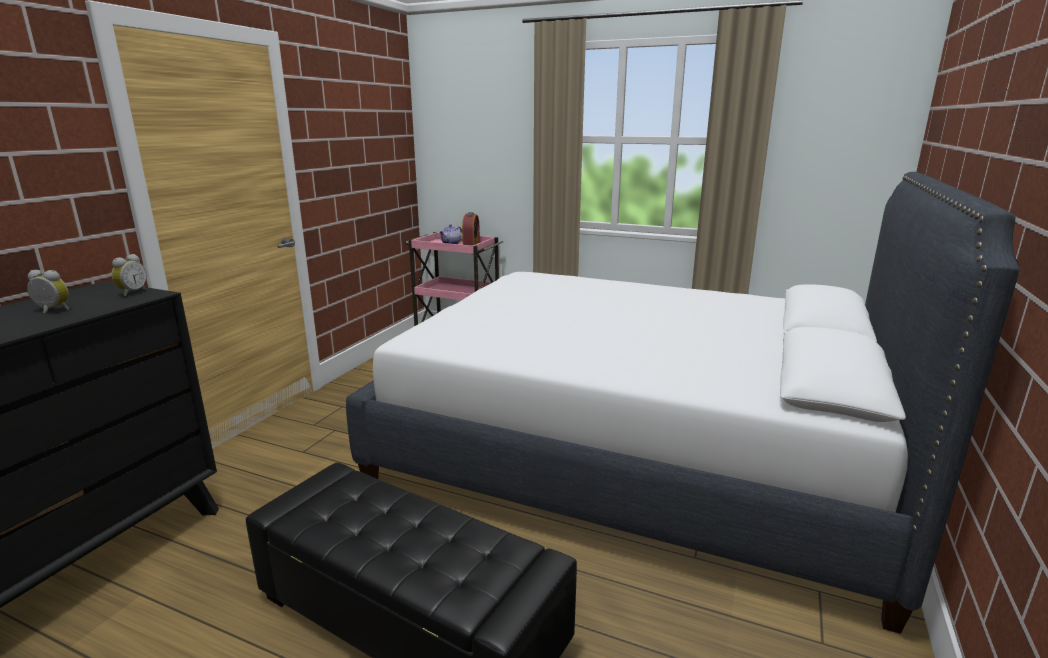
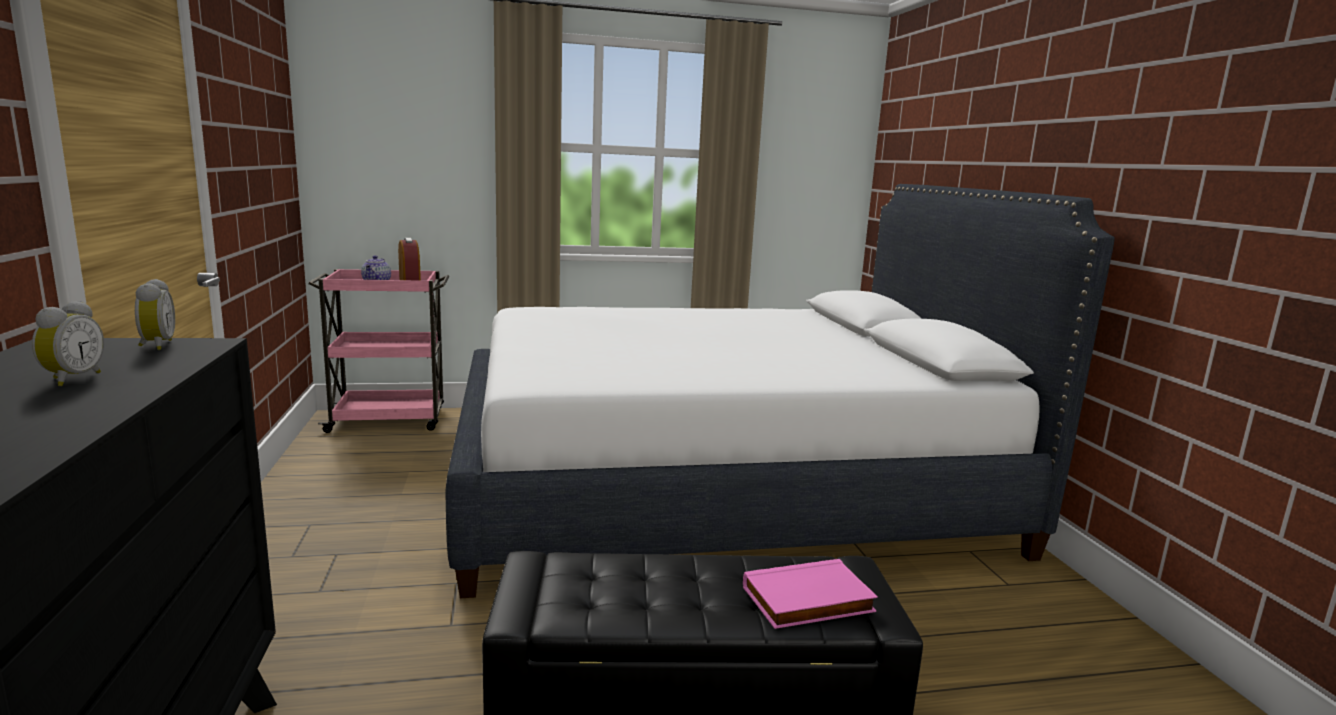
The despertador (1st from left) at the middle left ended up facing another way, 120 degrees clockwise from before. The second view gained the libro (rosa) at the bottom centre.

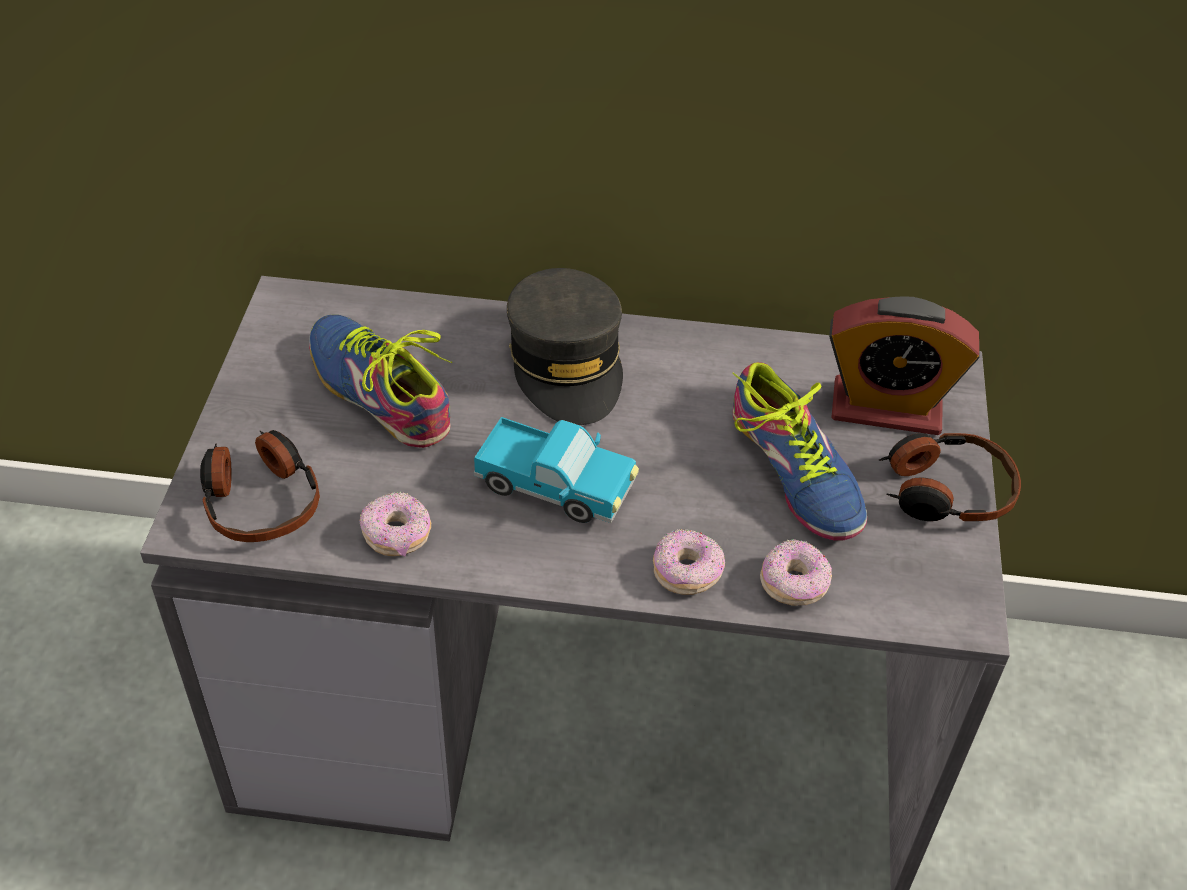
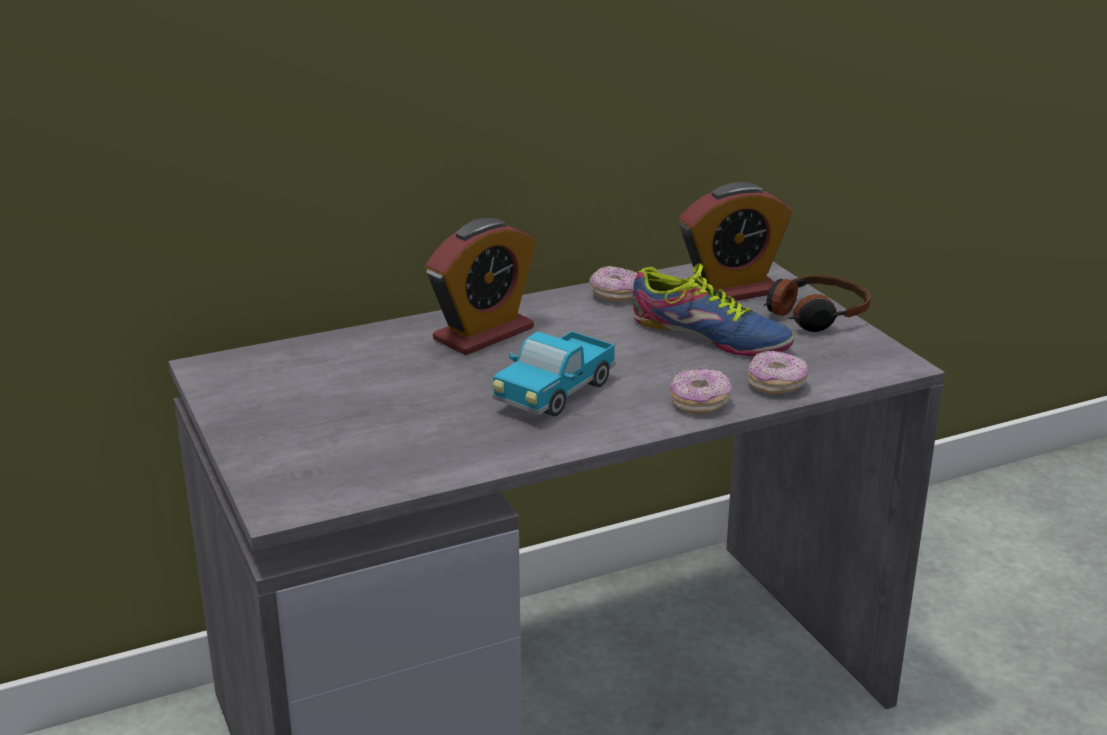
The second view lost the auriculares (1st from left) at the middle left. The second view lost the zapato (1st from left) at the middle left. The rosquilla (1st from left) ended up elsewhere, having gone from the middle left to the centre. The camión de juguete at the centre ended up facing another way, 135 degrees clockwise from before. Where the gorra (gris) stood at the centre, the despertador (1st from left) came to stand at the centre.

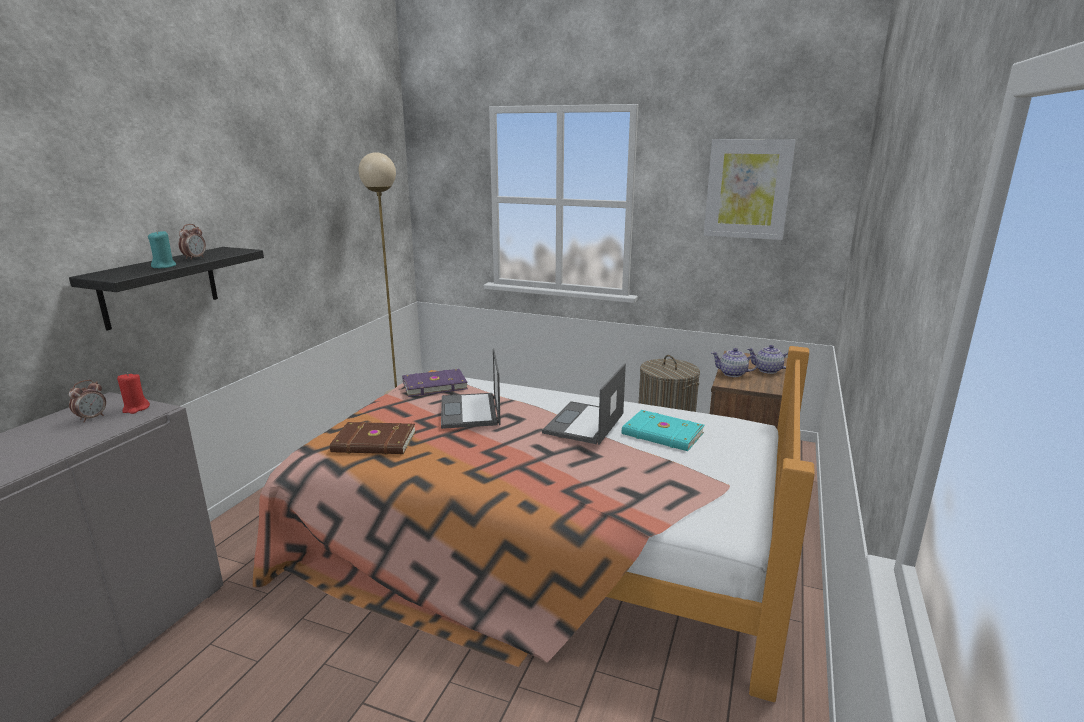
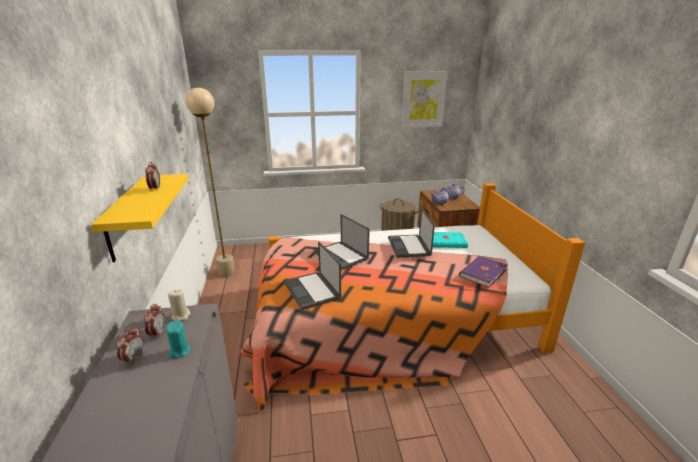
What was the estante (negro) at the middle left turned into the estante (amarillo) at the middle left. What was the vela (rojo) at the middle left turned into the vela (beis) at the middle left. The vela (turquesa) ended up elsewhere, having gone from the middle left to the bottom left. Where the libro (marrón) stood at the centre, the portátil (1st from left) came to stand at the centre. The libro (morado) ended up elsewhere, having gone from the centre to the middle right. The second view gained the despertador (1st from left) at the bottom left.

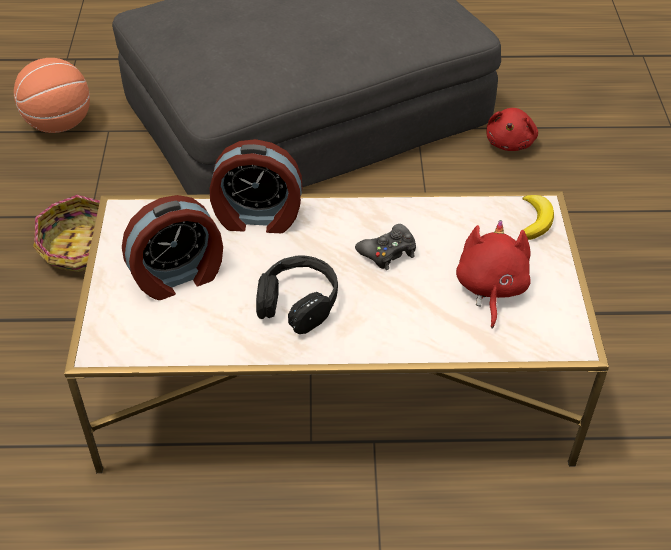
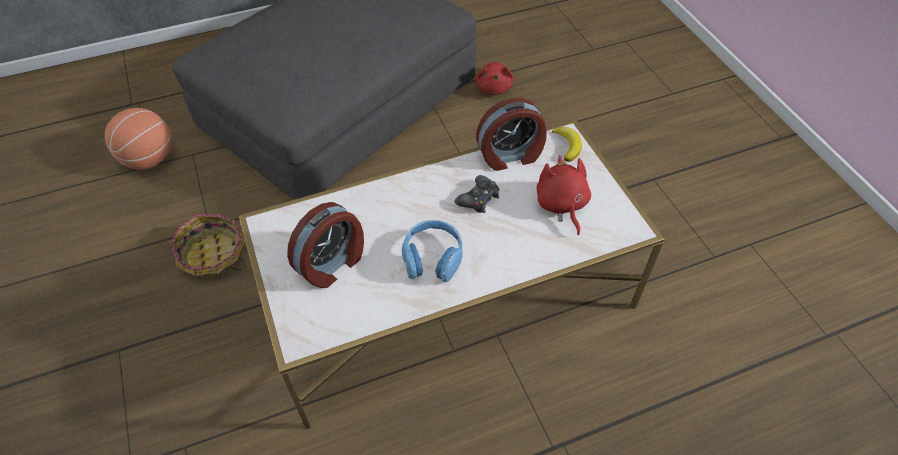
The despertador (2nd from left) ended up elsewhere, having gone from the centre to the top centre. What was the auriculares (negro) at the centre turned into the auriculares (azul) at the centre.

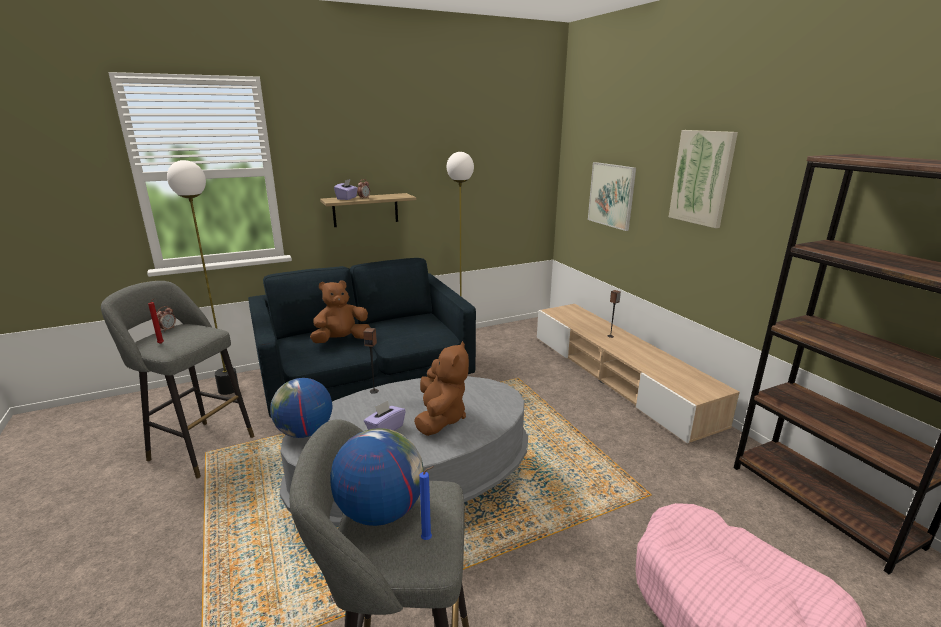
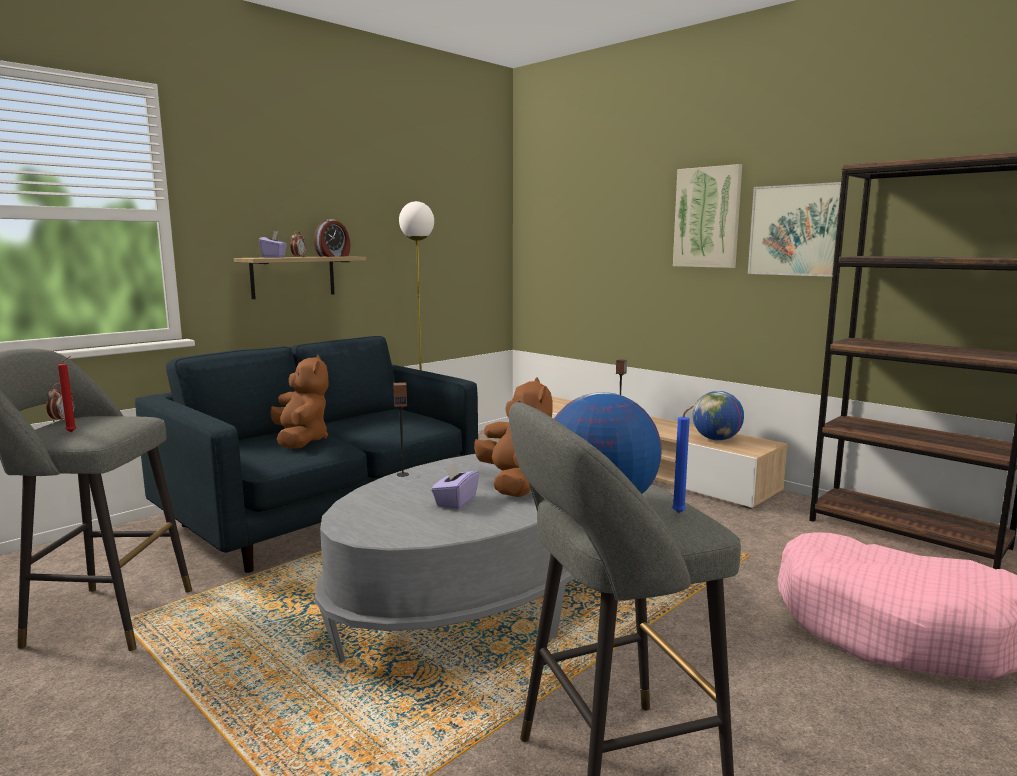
The second view lost the lámpara de pie (1st from left) at the middle left. The globo terráqueo (1st from left in the first image) ended up elsewhere, having gone from the middle left to the middle right. The peluche (marrón) (1st from left) at the centre ended up facing another way, 120 degrees clockwise from before. The cuadro (1st from left in the first image) ended up elsewhere, having gone from the top centre to the top right. The second view gained the despertador (3rd from left) at the top left.

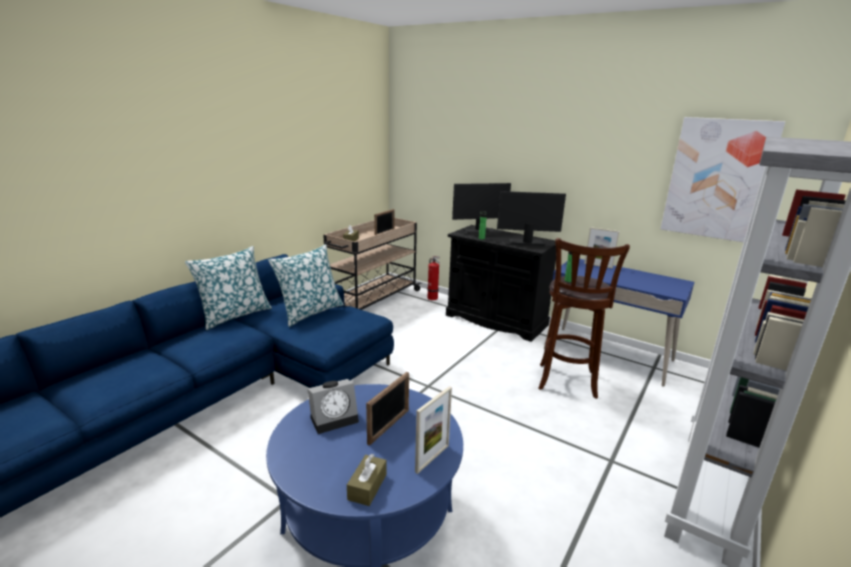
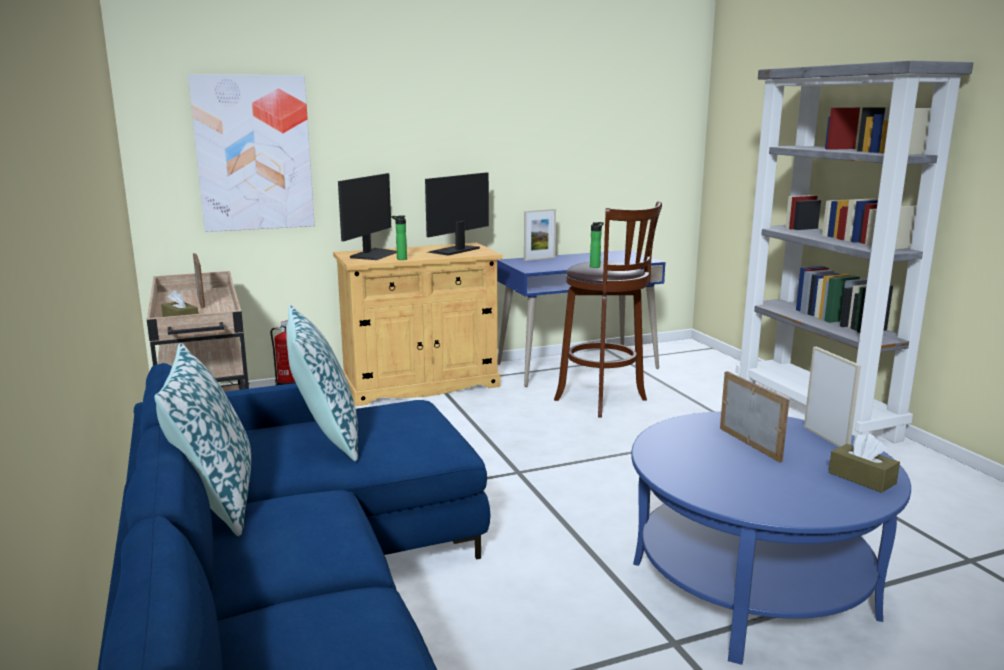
The second view lost the despertador at the bottom centre. What was the armario (negro) at the centre turned into the armario (beis) at the centre. The cuadro ended up elsewhere, having gone from the top right to the top left.

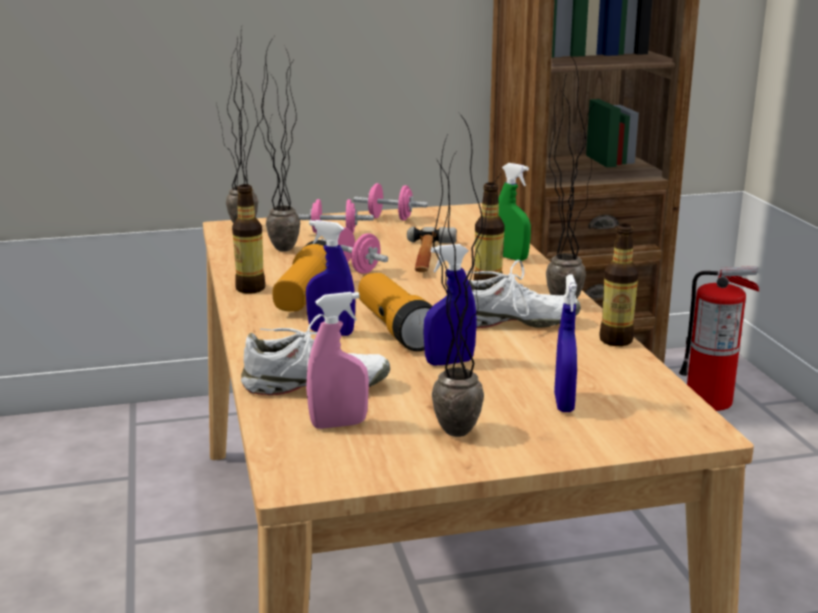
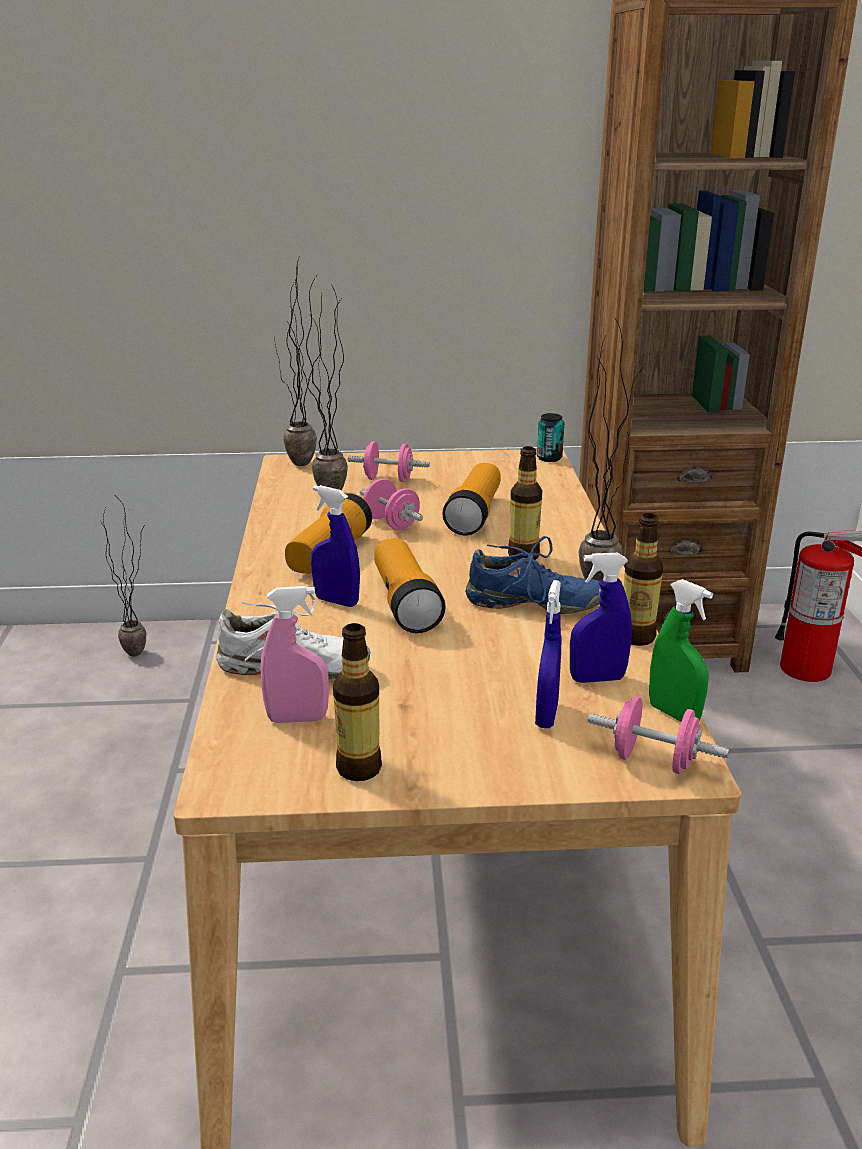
The botella (1st from left) ended up elsewhere, having gone from the middle left to the centre. The mancuerna (rosa) (3rd from left) ended up elsewhere, having gone from the top centre to the middle right. Where the martillo stood at the centre, the linterna (3rd from left) came to stand at the centre. The pulverizador (azul) (2nd from left in the first image) ended up elsewhere, having gone from the centre to the middle right. The planta en maceta (3rd from left in the first image) ended up elsewhere, having gone from the centre to the middle left. What was the zapato (blanco) (2nd from left) at the centre turned into the zapato (azul) at the centre. The pulverizador (verde) ended up elsewhere, having gone from the centre to the middle right. The second view gained the lata at the centre.

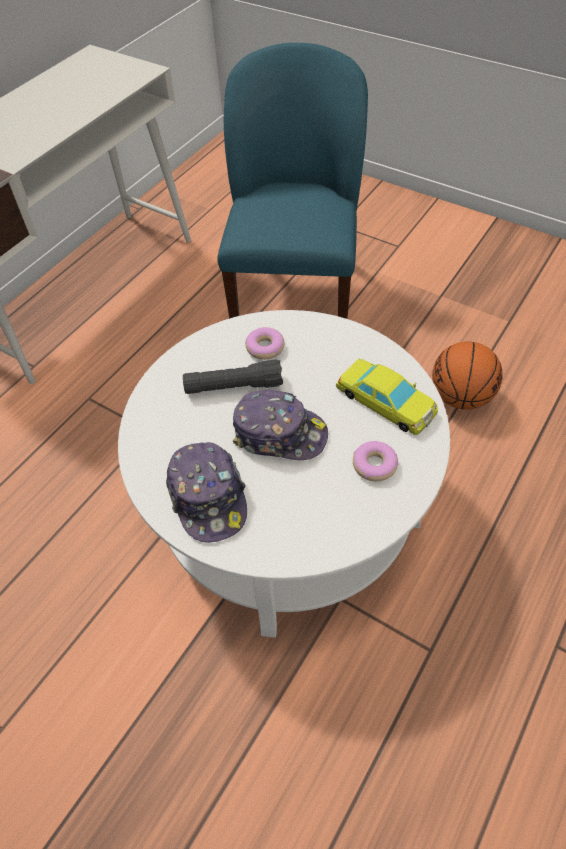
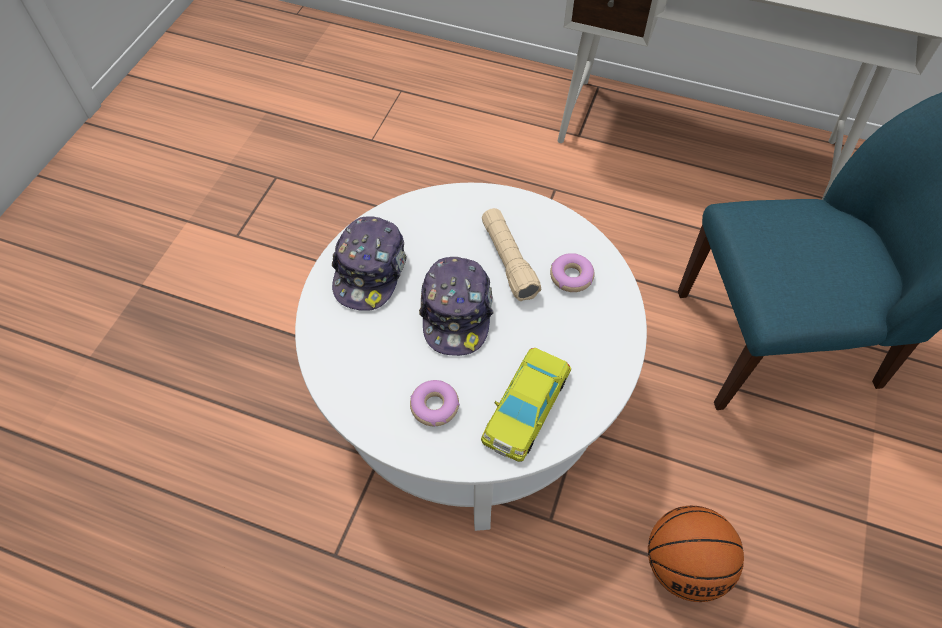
The gorra (1st from left) at the centre ended up facing another way, 45 degrees counterclockwise from before. What was the linterna (negro) at the centre turned into the linterna (beis) at the centre.

